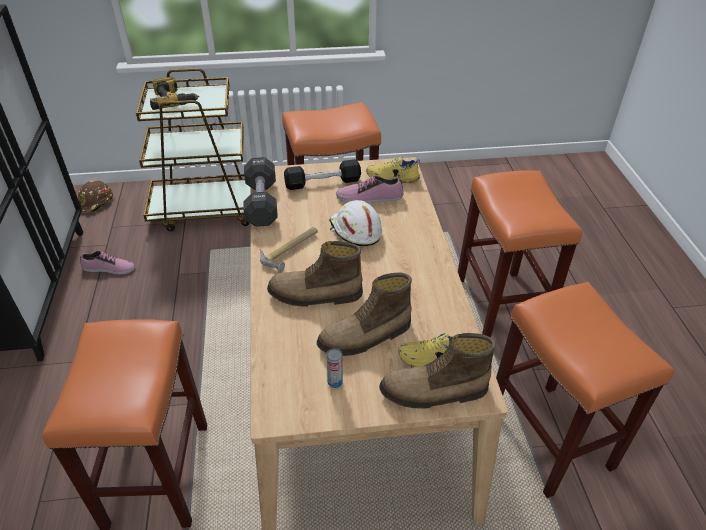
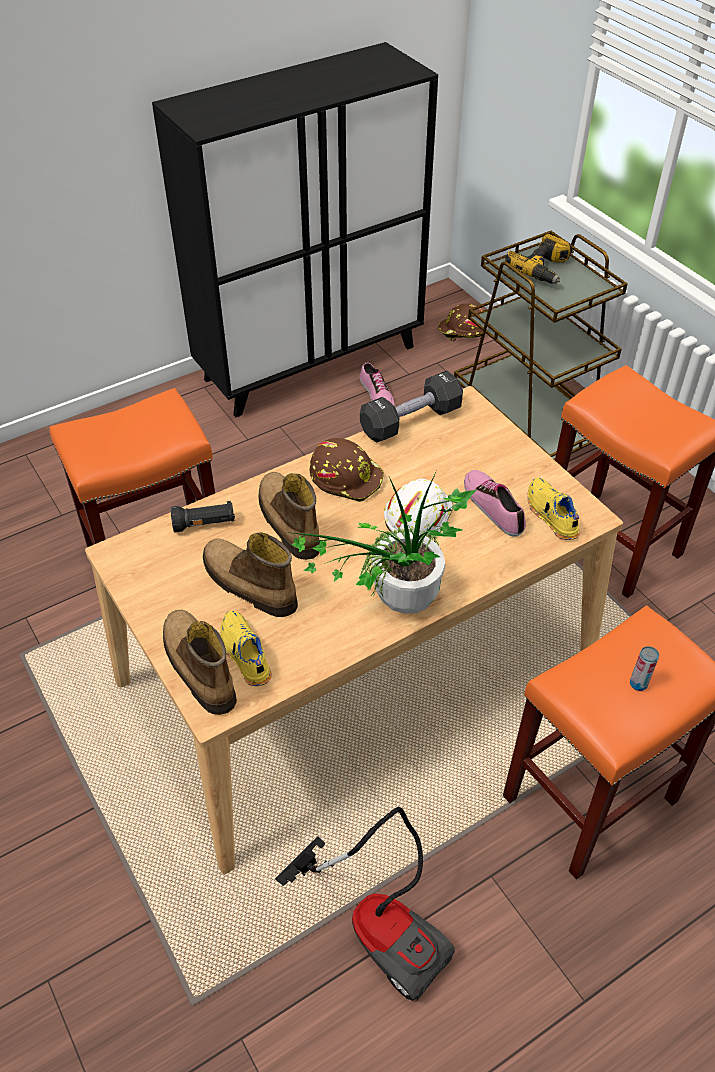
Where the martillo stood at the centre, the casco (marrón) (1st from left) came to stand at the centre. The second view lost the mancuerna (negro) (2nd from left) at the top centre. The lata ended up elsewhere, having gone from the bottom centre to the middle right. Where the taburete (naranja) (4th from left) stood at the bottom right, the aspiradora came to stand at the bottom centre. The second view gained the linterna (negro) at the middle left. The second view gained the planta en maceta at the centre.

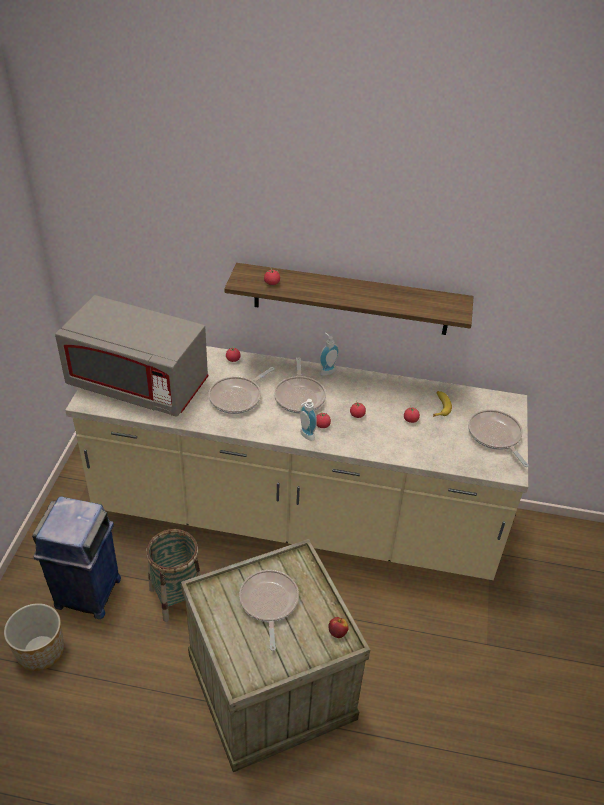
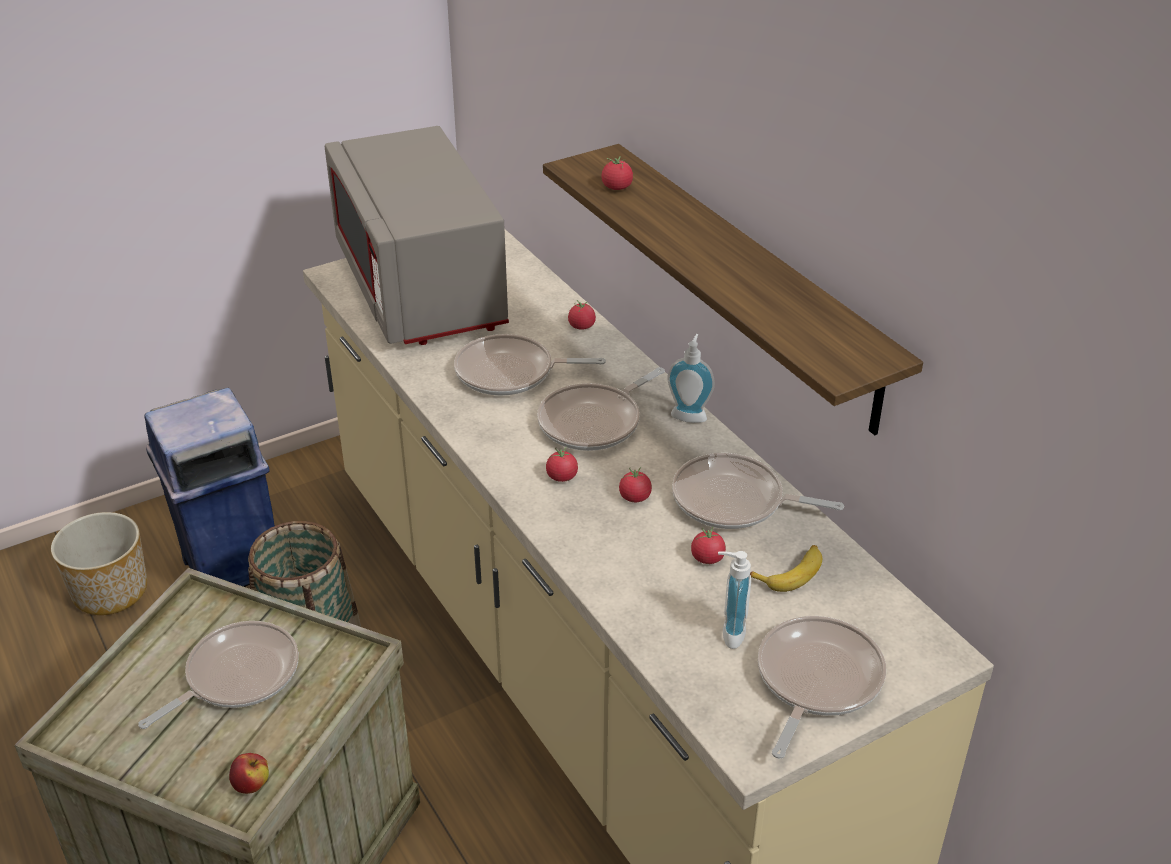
The dispensador de jabón (1st from left in the first image) ended up elsewhere, having gone from the centre to the bottom centre. The second view gained the sartén (4th from left) at the centre.

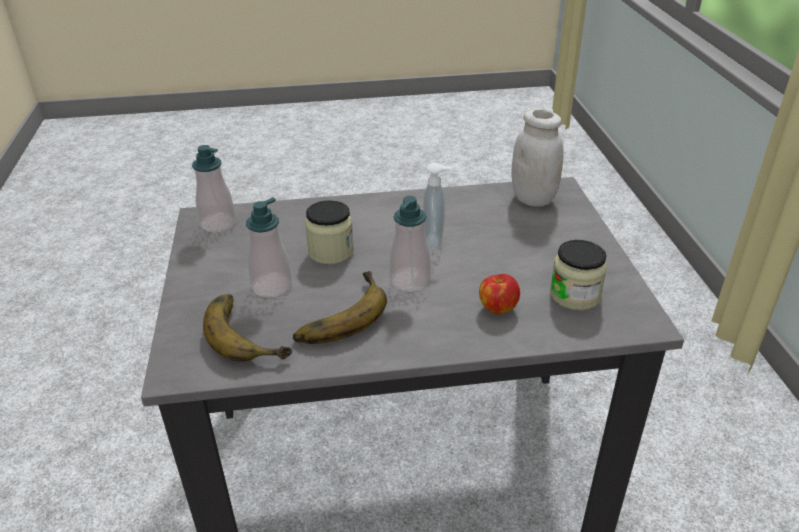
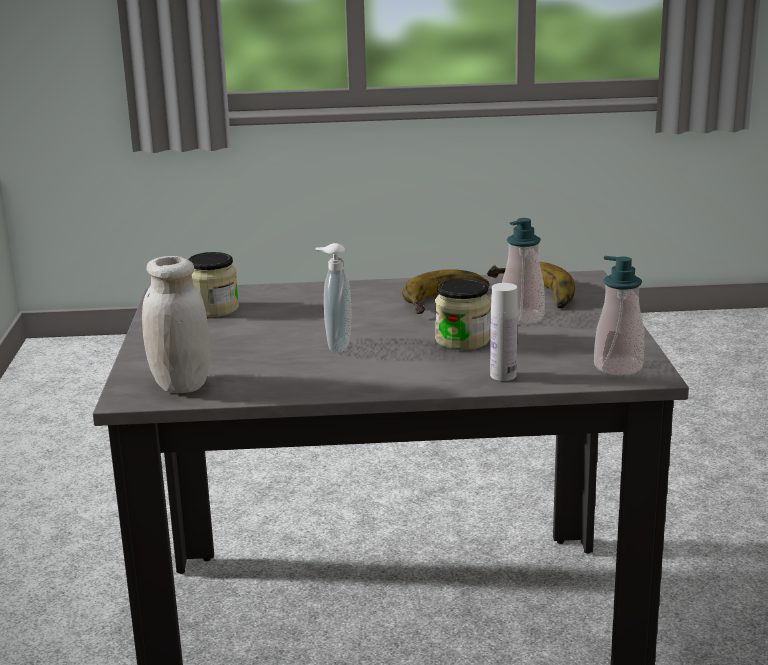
The second view lost the dispensador de jabón (3rd from left) at the centre. The second view lost the manzana at the centre. The second view gained the botella (blanco) at the centre.

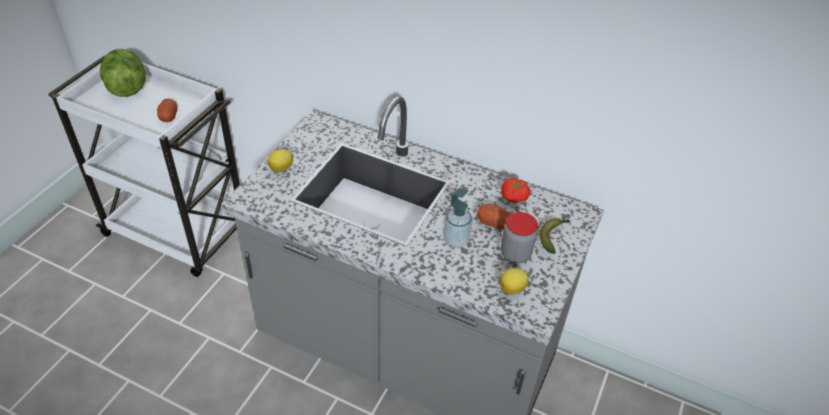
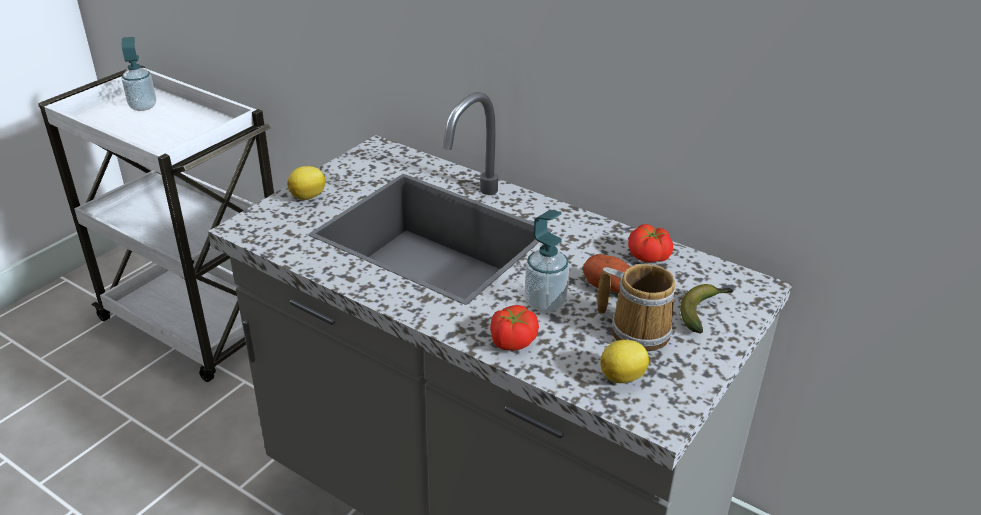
Where the lechuga stood at the top left, the dispensador de jabón (1st from left) came to stand at the top left. The second view lost the patata (1st from left) at the top left. Where the tarro stood at the centre, the taza grande came to stand at the centre. The second view gained the tomate (1st from left) at the centre.

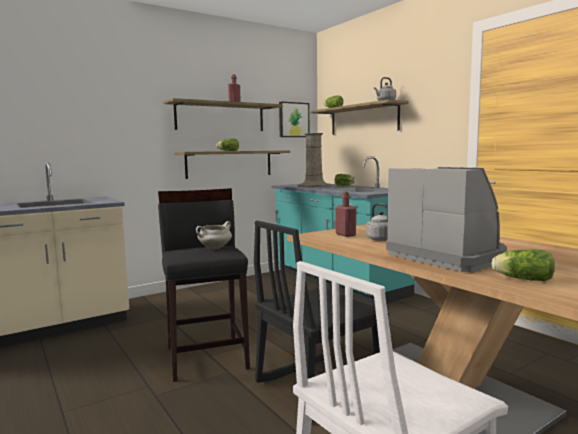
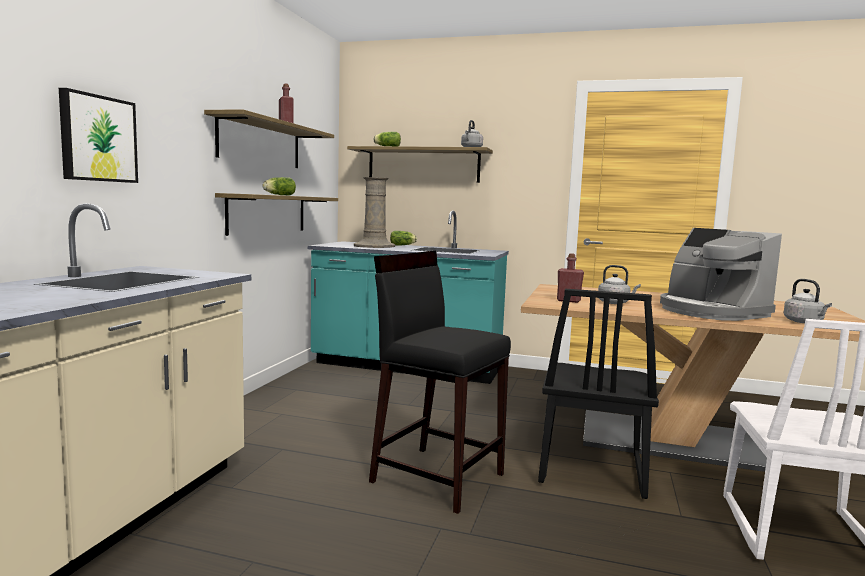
The second view lost the olla (blanco) at the centre. The cuadro ended up elsewhere, having gone from the top centre to the top left. The cafetera at the middle right ended up facing another way, 135 degrees counterclockwise from before. Where the lechuga (4th from left) stood at the middle right, the hervidor (gris) (3rd from left) came to stand at the middle right.

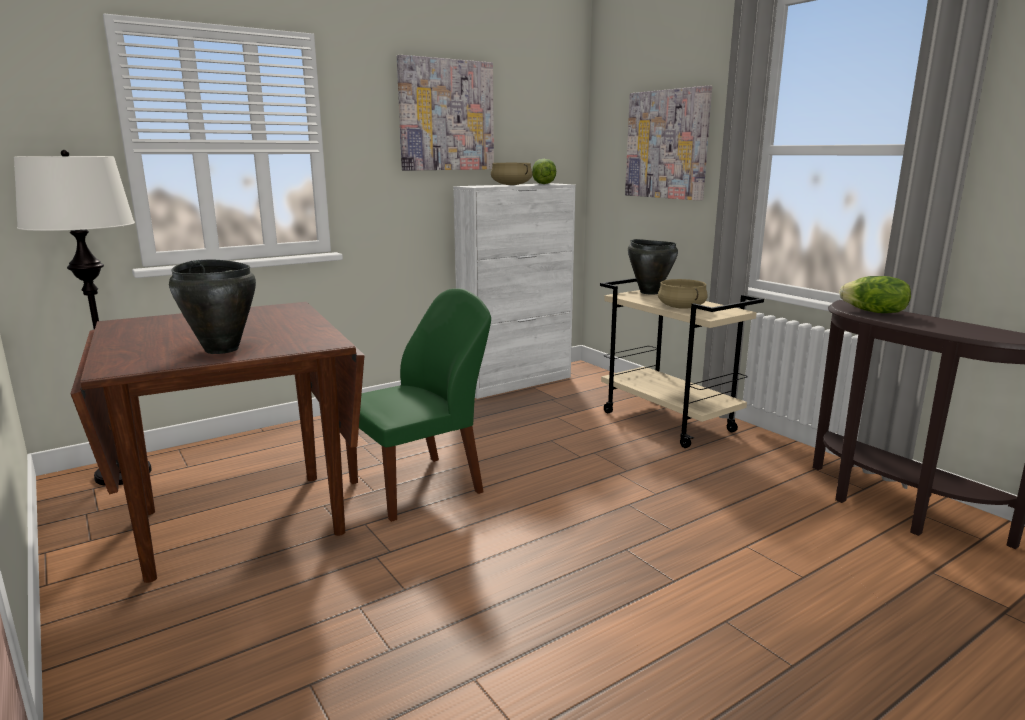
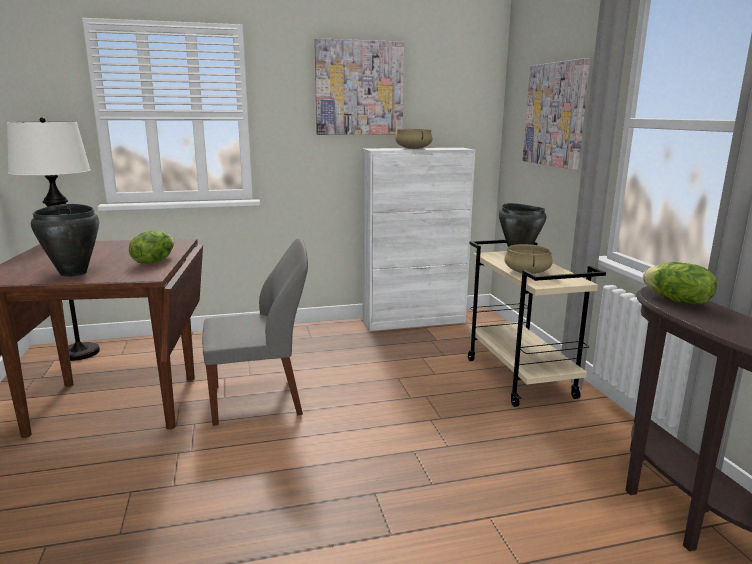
What was the silla (verde) at the centre turned into the silla (gris) at the centre. The lechuga (1st from left) ended up elsewhere, having gone from the top centre to the middle left.

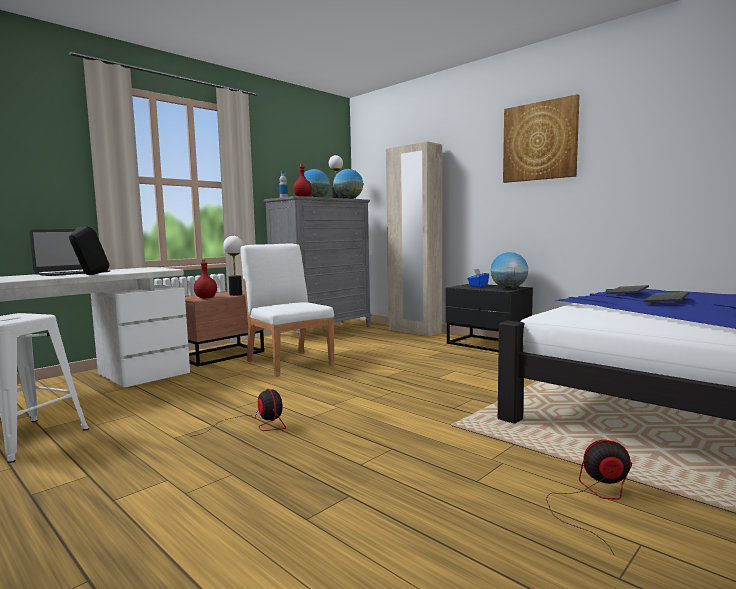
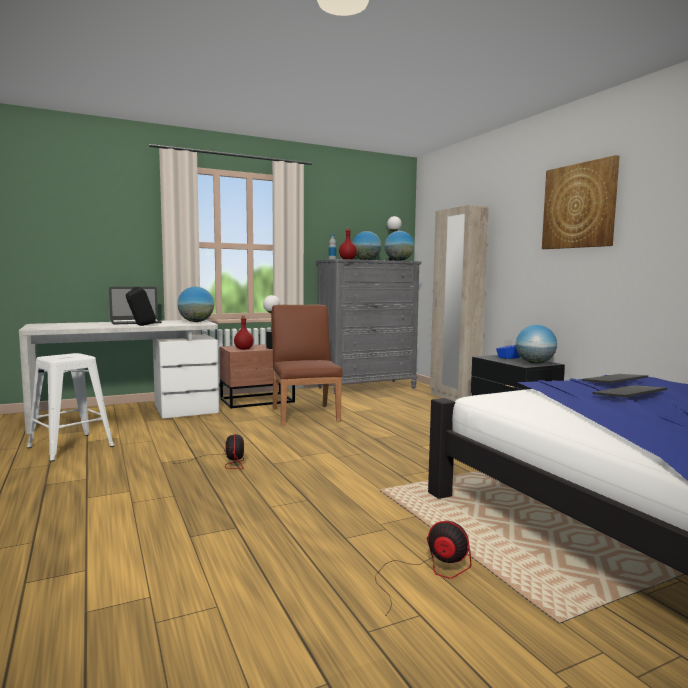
What was the silla (blanco) at the centre turned into the silla (marrón) at the centre. The second view gained the globo terráqueo (1st from left) at the middle left.

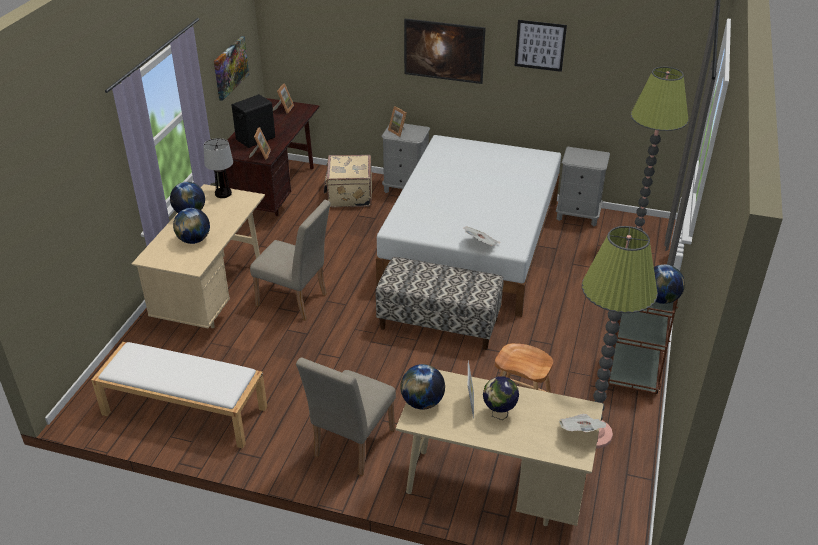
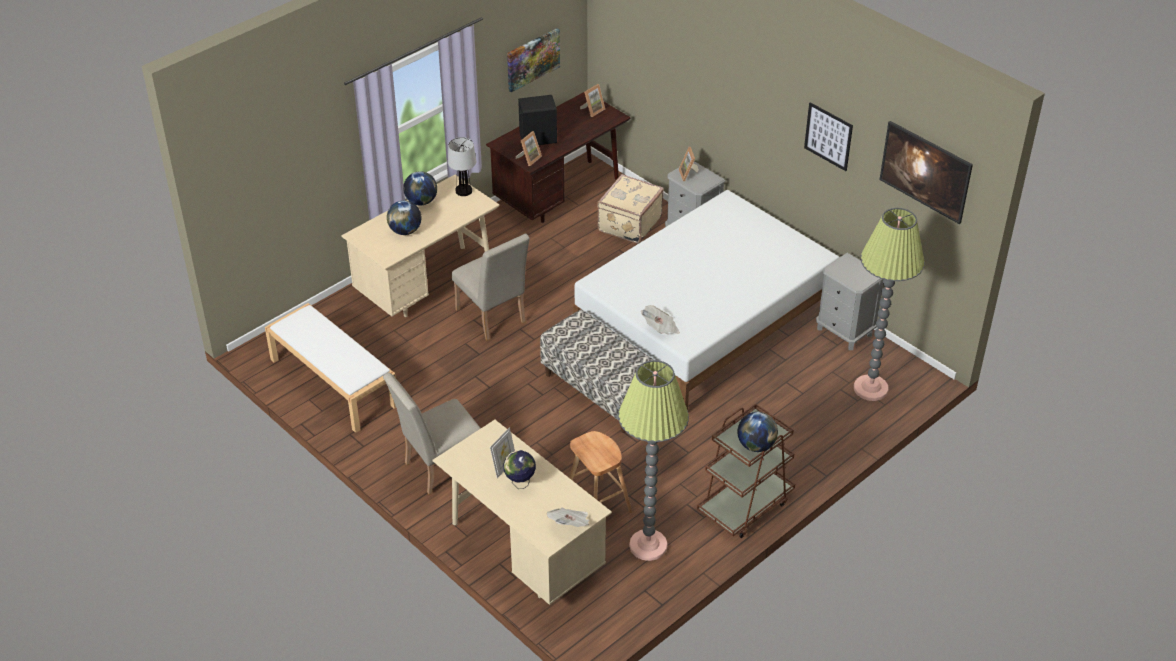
The second view lost the globo terráqueo (3rd from left) at the bottom centre. The cuadro (2nd from left in the first image) ended up elsewhere, having gone from the top centre to the top right.

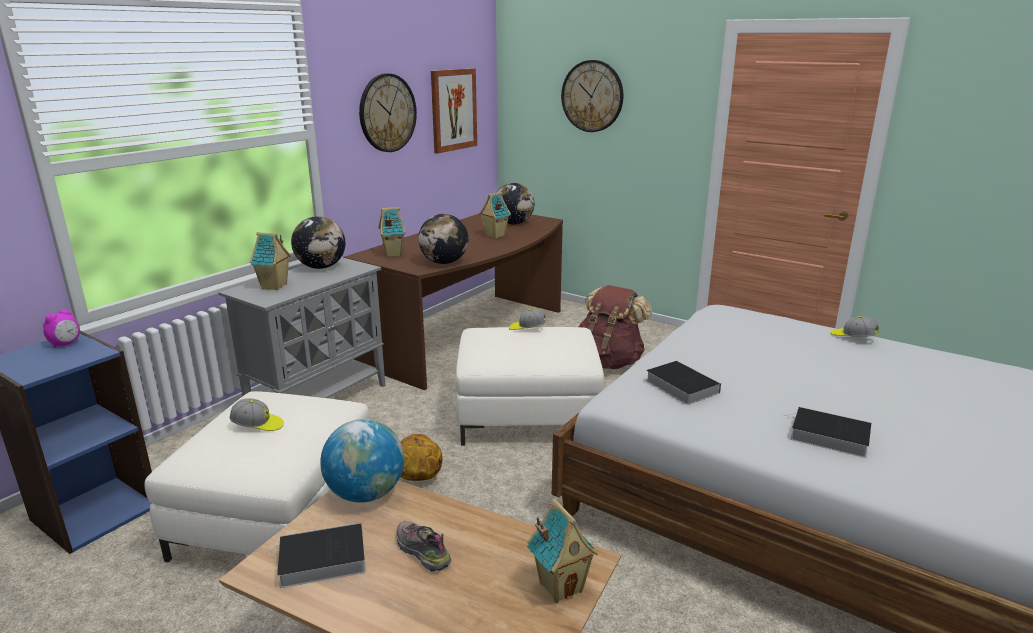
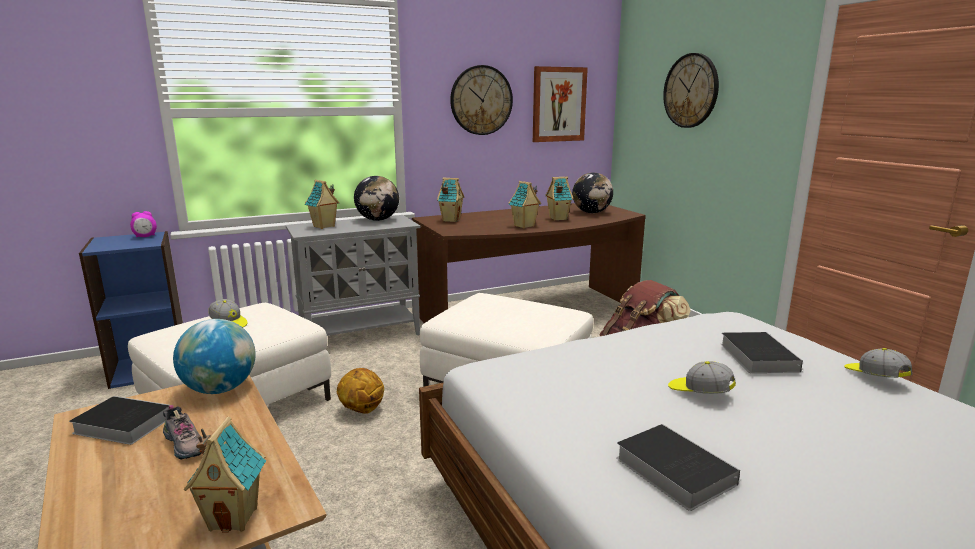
The zapato at the bottom centre ended up facing another way, 150 degrees clockwise from before. The second view lost the globo terráqueo (3rd from left) at the centre. The gorra (2nd from left) ended up elsewhere, having gone from the centre to the bottom right. The libro (2nd from left in the first image) ended up elsewhere, having gone from the centre to the middle right. The second view gained the casita (4th from left) at the centre.

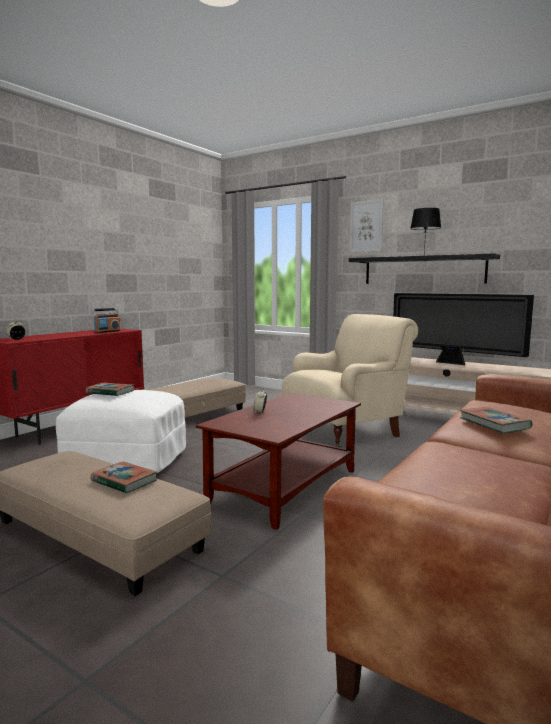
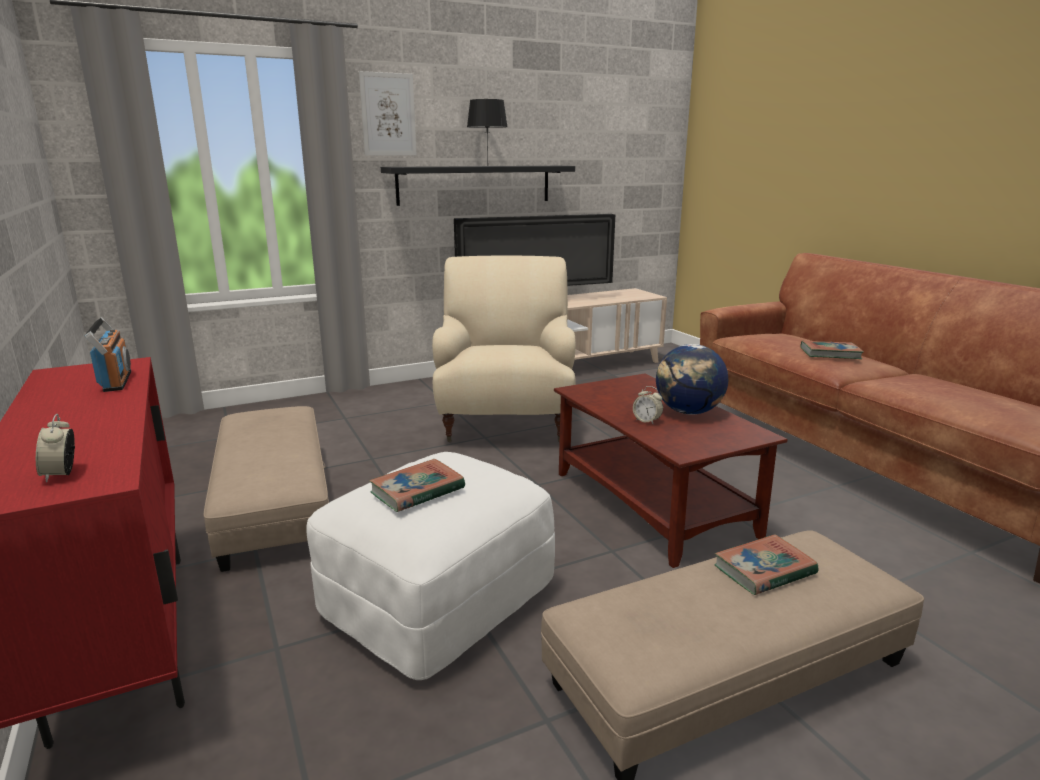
The second view gained the globo terráqueo at the centre.

